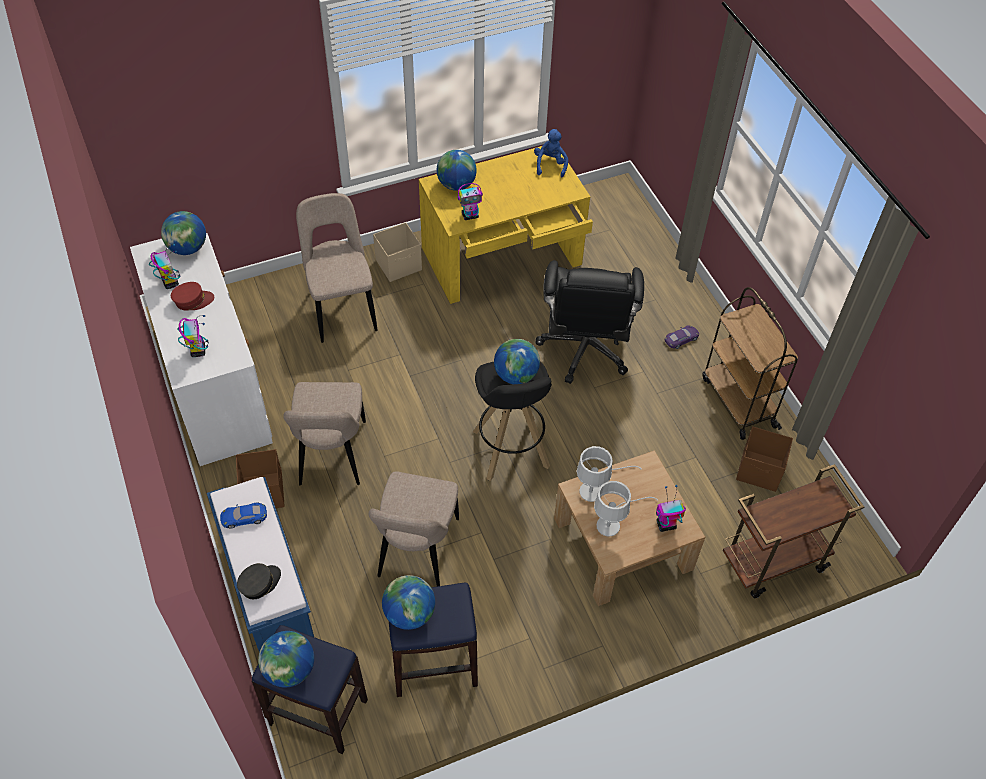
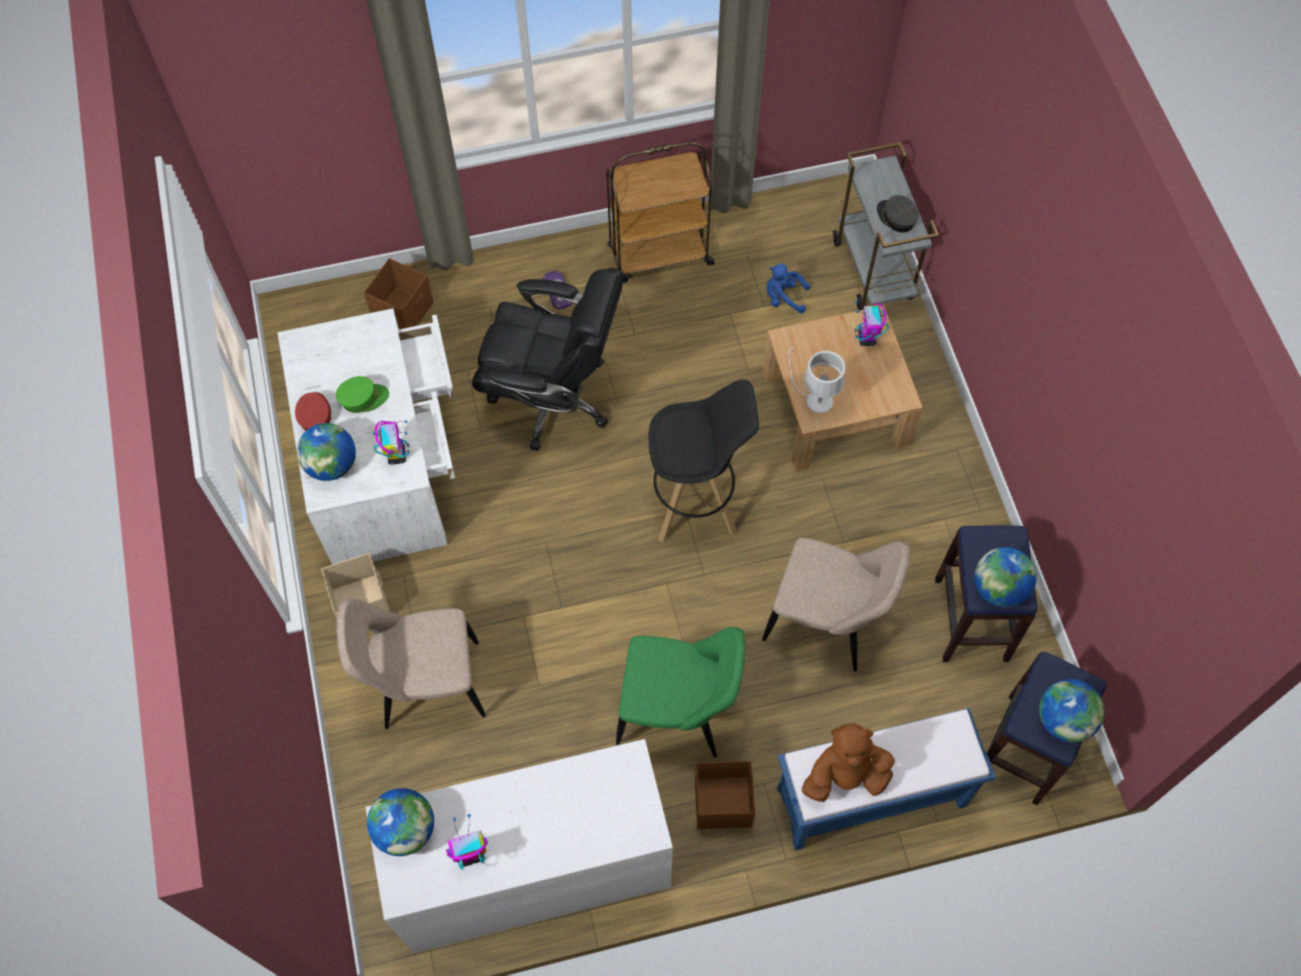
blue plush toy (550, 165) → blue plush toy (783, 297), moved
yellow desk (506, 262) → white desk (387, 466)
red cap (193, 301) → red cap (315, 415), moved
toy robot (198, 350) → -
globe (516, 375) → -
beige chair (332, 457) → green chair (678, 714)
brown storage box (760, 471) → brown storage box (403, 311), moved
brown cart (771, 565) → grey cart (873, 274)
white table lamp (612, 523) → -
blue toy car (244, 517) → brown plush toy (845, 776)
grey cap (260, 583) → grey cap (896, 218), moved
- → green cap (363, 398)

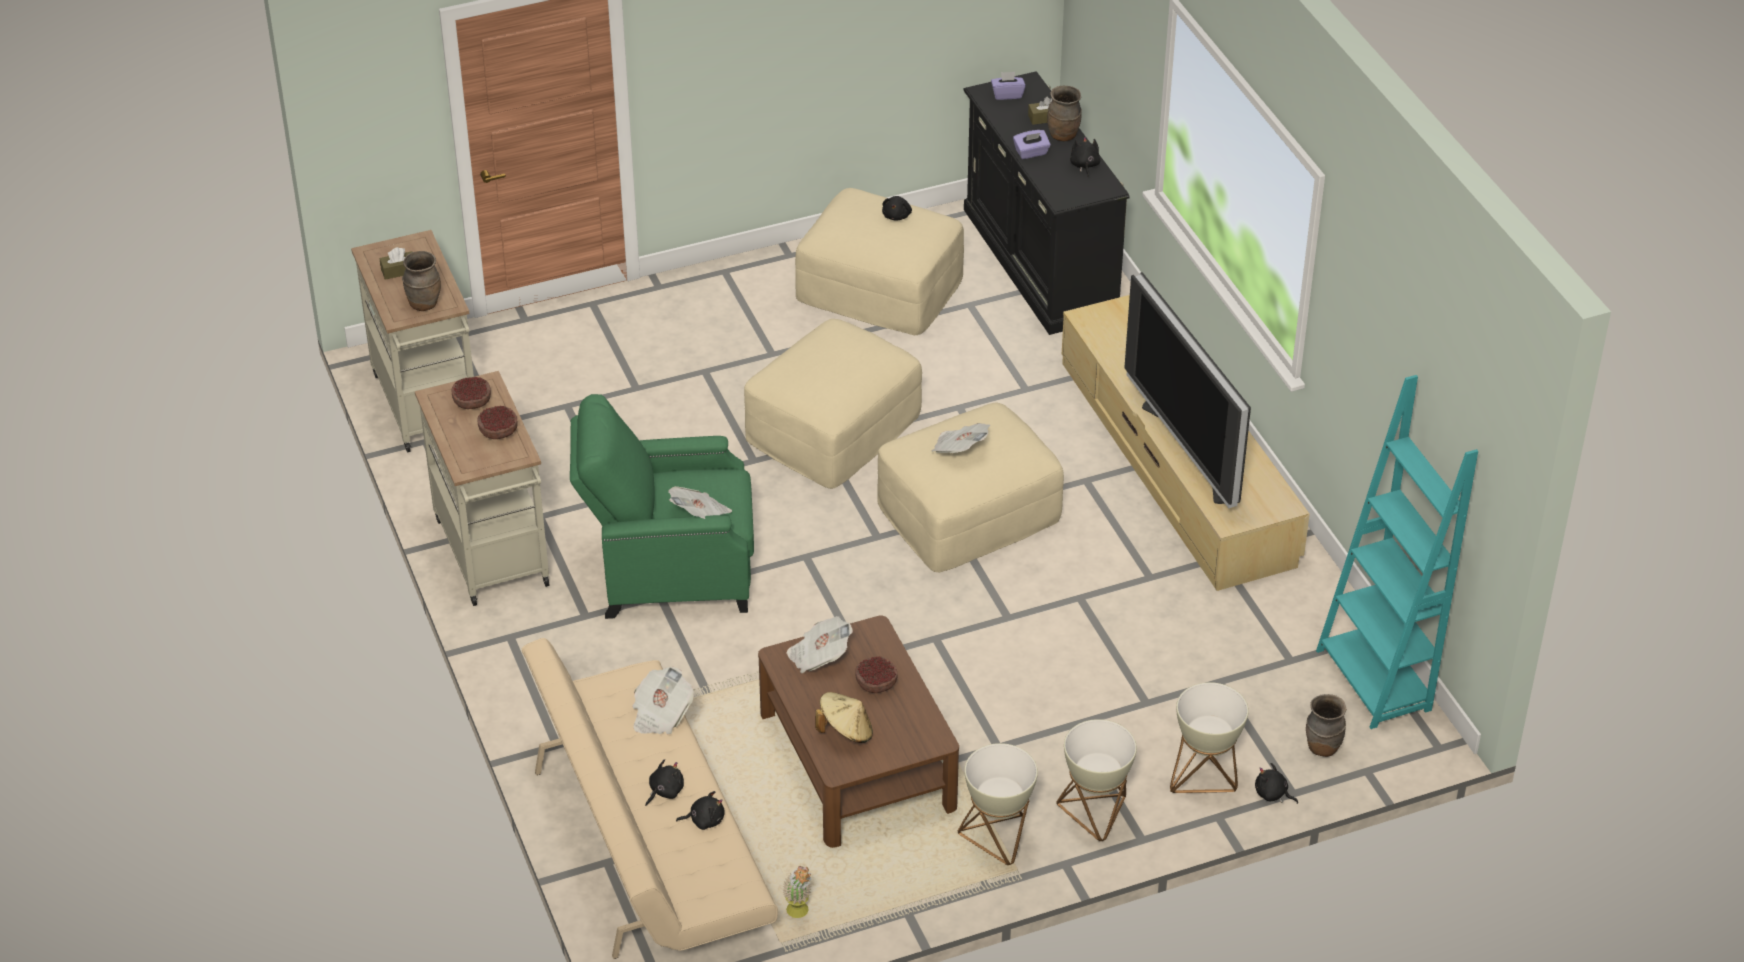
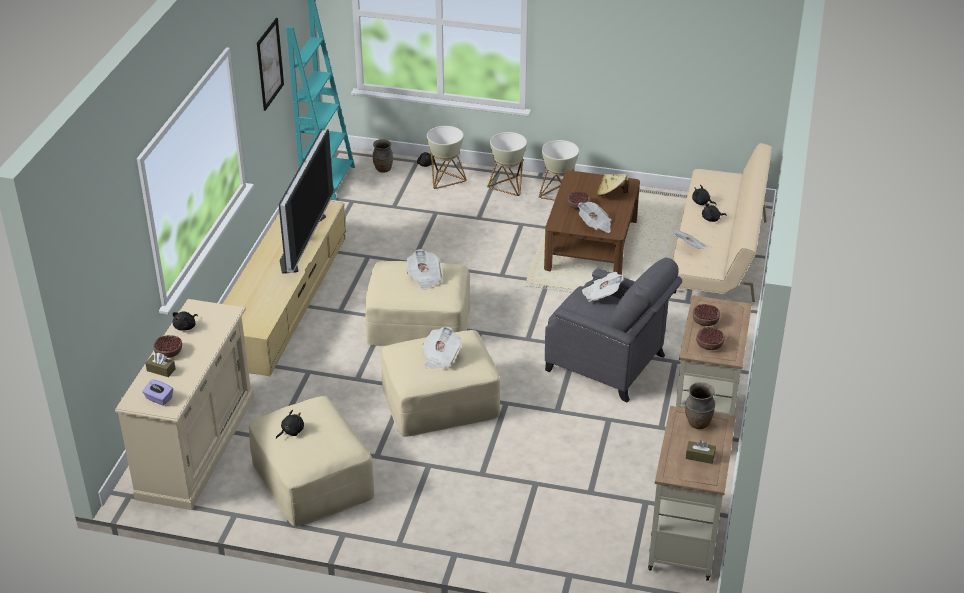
black cabinet (1040, 262) → beige cabinet (197, 445)
brown vase (1063, 136) → bowl (168, 352)
purple tissue box (1031, 153) → -
green armchair (669, 570) → grey armchair (609, 364)
potted plant (799, 914) → -
- → picture (269, 64)
- → newspaper (440, 357)

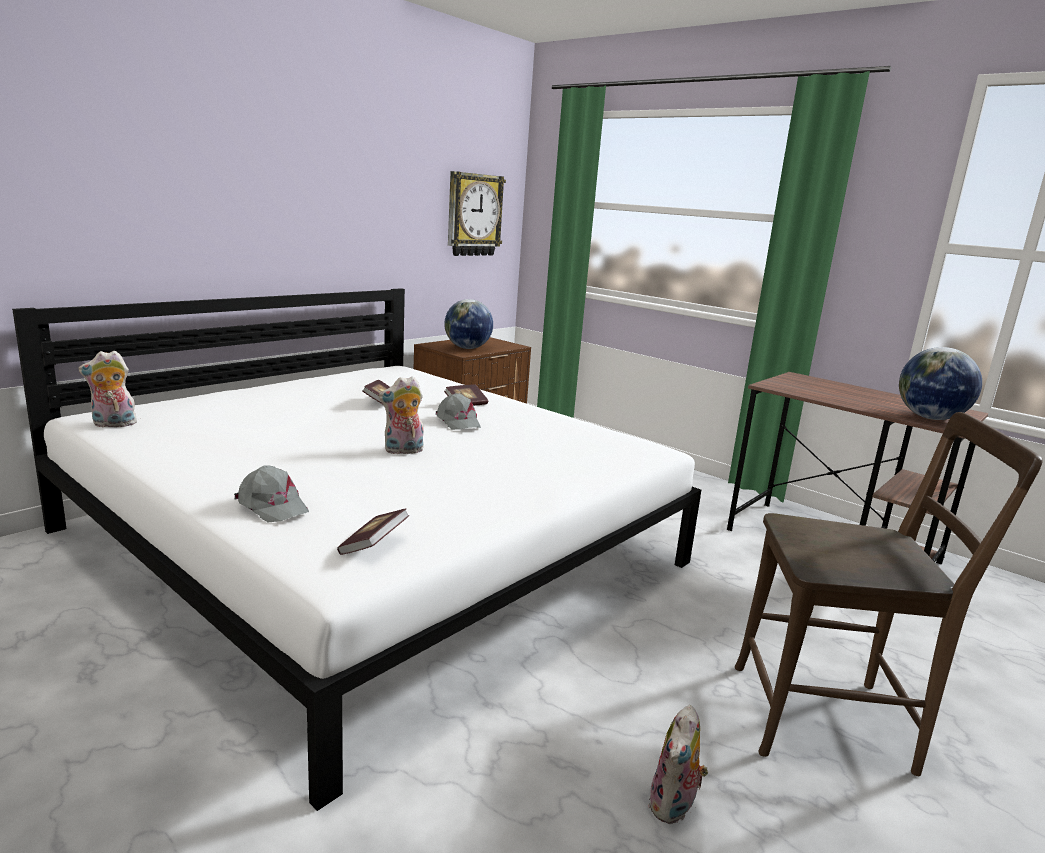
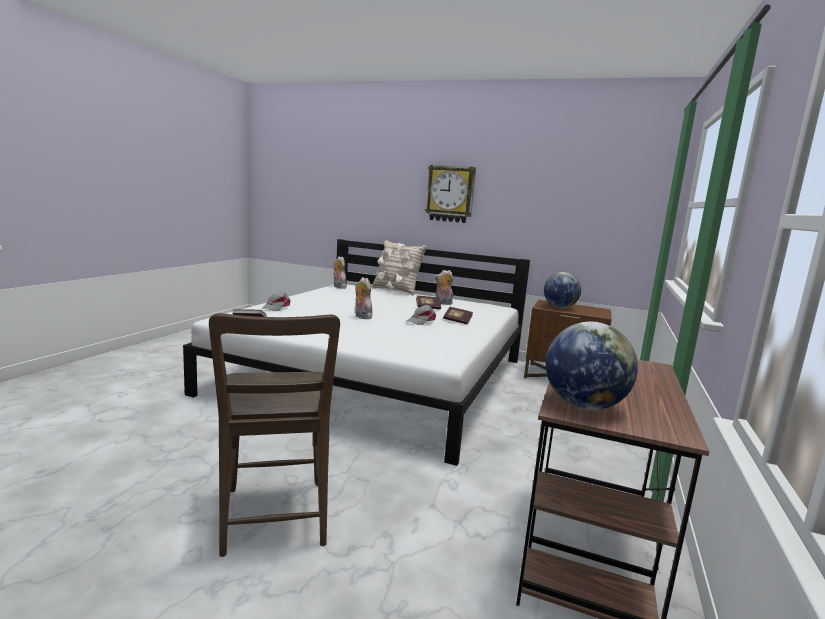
wall clock (473, 215) → wall clock (450, 194), moved
plush toy (674, 806) → plush toy (443, 303), moved
- → beige pillow (396, 290)

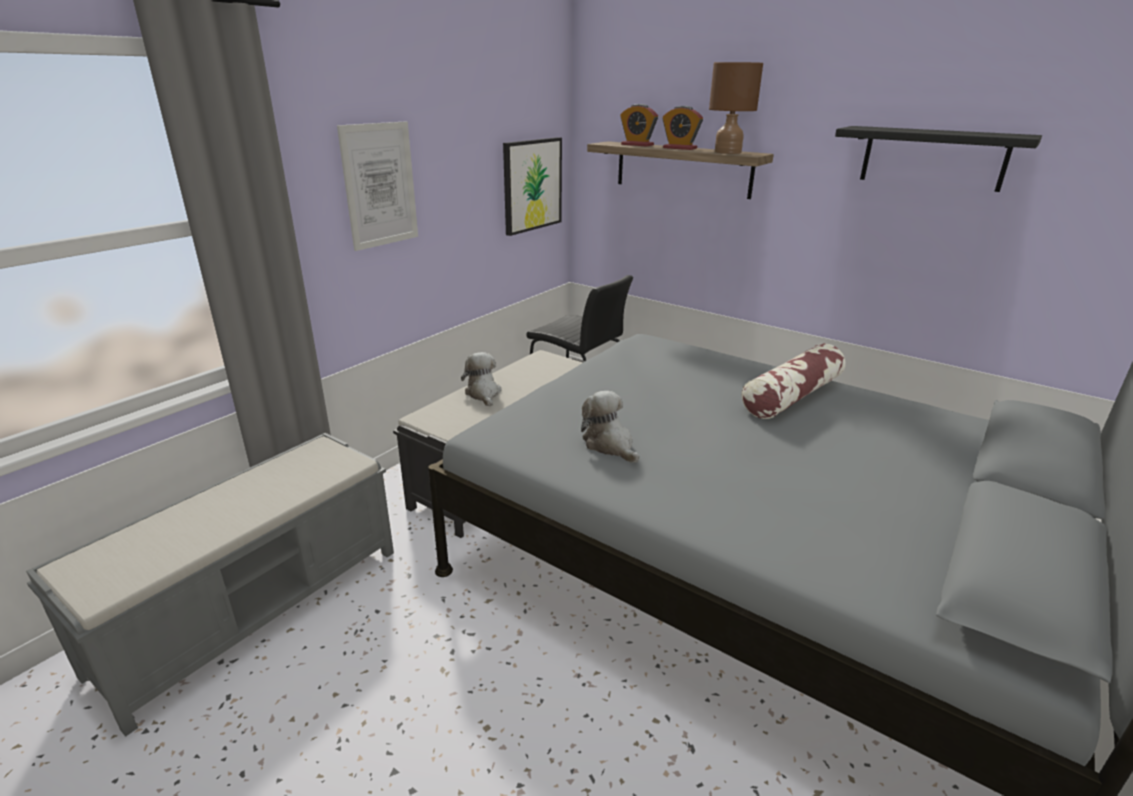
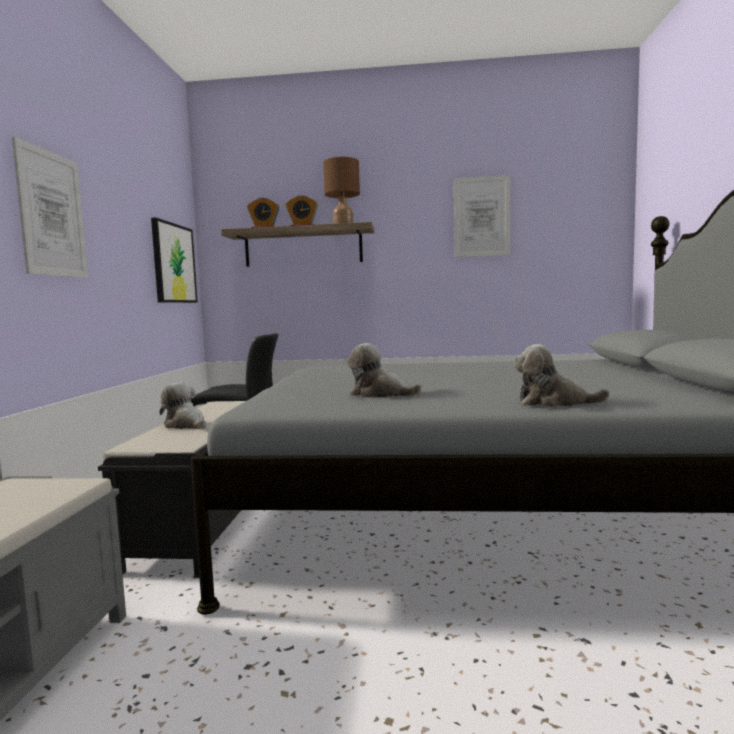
black shelf (933, 158) → picture (481, 217)
pillow (792, 396) → -
- → plush toy (553, 402)

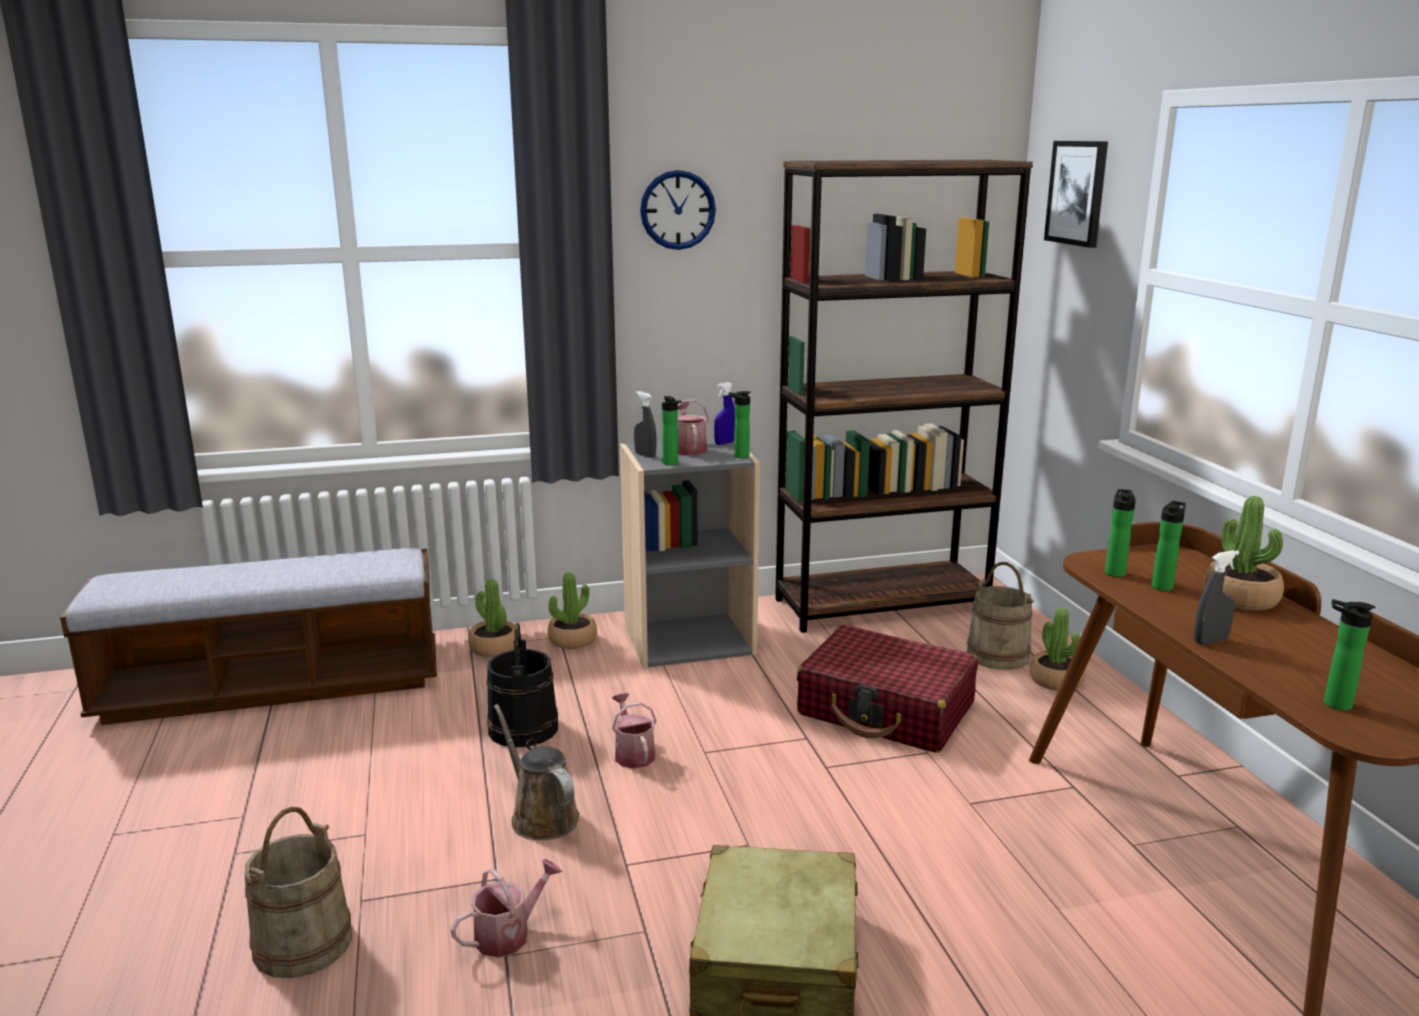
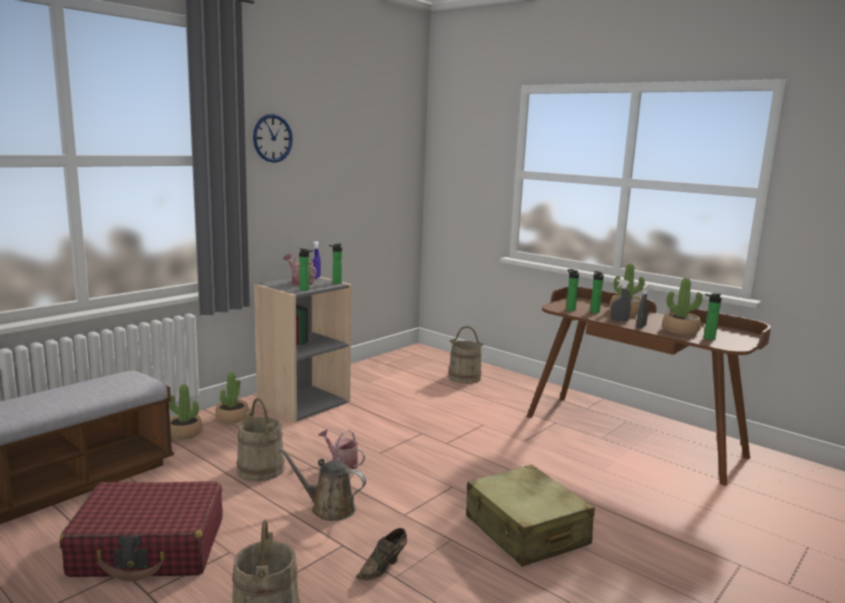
picture (1077, 193) → -
brown bookcase (882, 605) → -
grey spray bottle (645, 455) → grey spray bottle (619, 321), moved
potted plant (1056, 681) → potted plant (680, 330), moved
black bucket (522, 728) → beige bucket (260, 469)
red suitcase (886, 710) → red suitcase (150, 547), moved
watering can (509, 934) → brown shoe (384, 567)

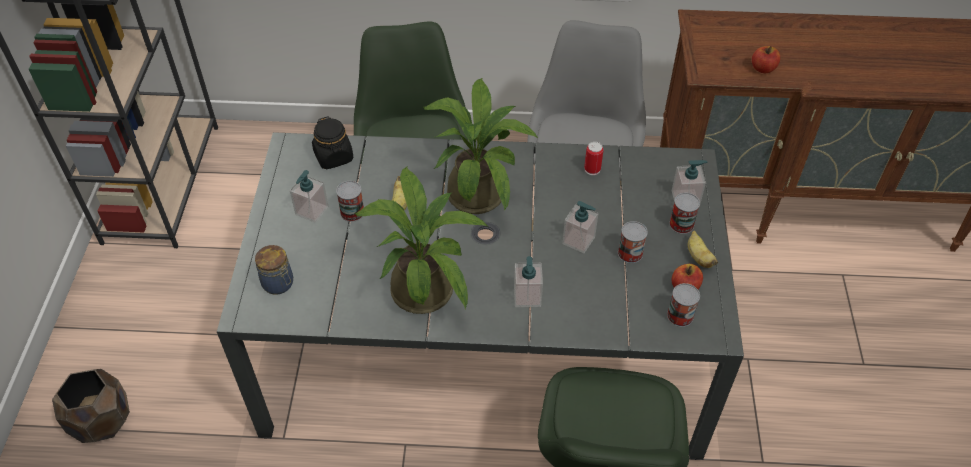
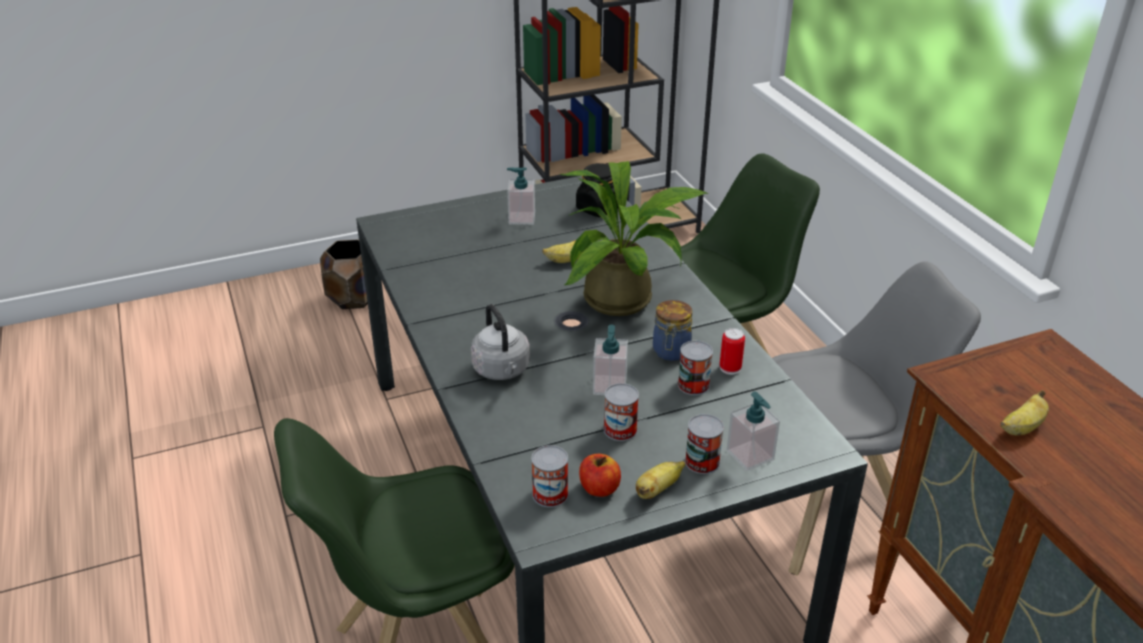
apple (763, 68) → banana (1021, 428)
potted plant (423, 285) → -
can (352, 212) → can (693, 385), moved
jar (279, 284) → jar (671, 352), moved
soap dispenser (527, 296) → grey kettle (502, 370)

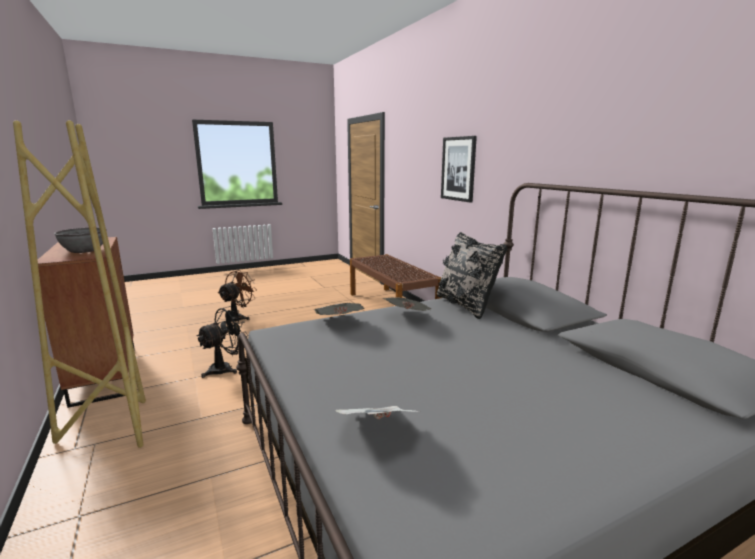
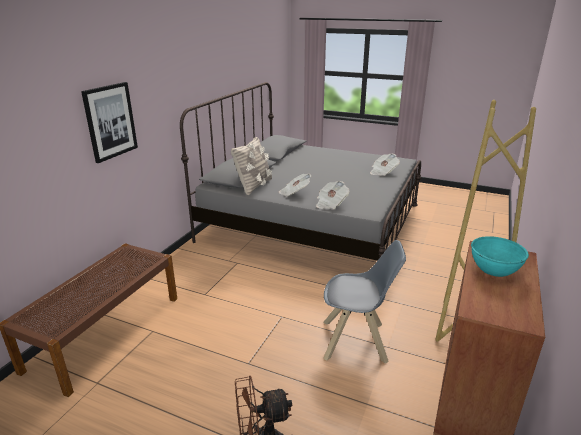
grey bowl (84, 250) → turquoise bowl (494, 269)
black pillow (465, 306) → beige pillow (254, 186)
black fan (225, 368) → grey chair (356, 341)

